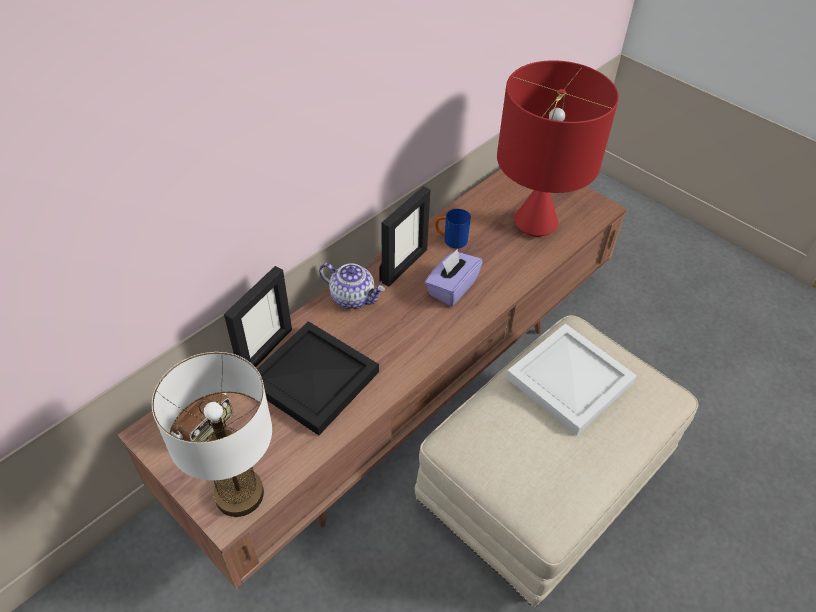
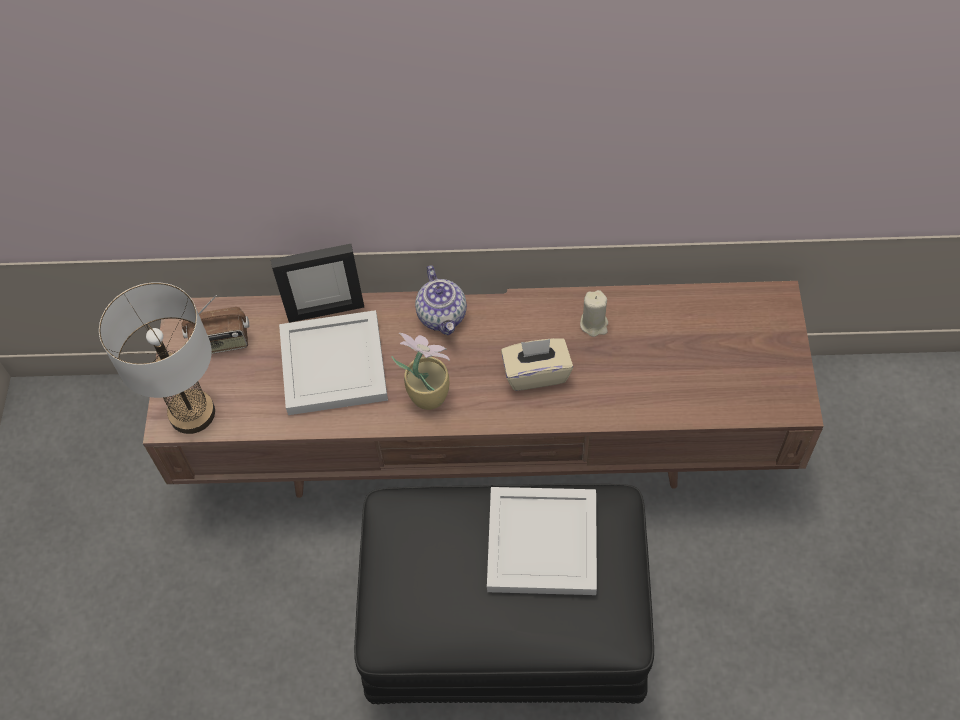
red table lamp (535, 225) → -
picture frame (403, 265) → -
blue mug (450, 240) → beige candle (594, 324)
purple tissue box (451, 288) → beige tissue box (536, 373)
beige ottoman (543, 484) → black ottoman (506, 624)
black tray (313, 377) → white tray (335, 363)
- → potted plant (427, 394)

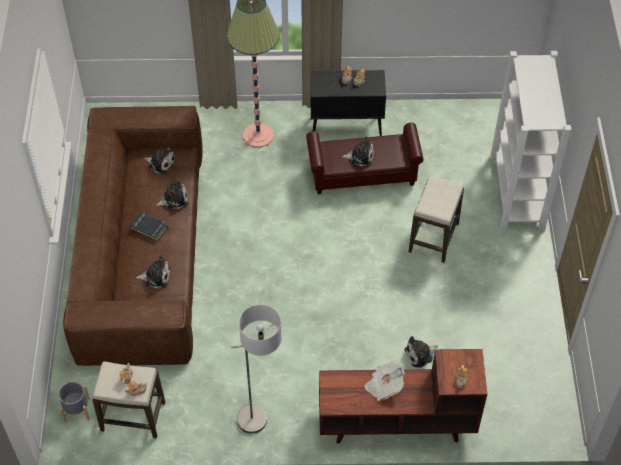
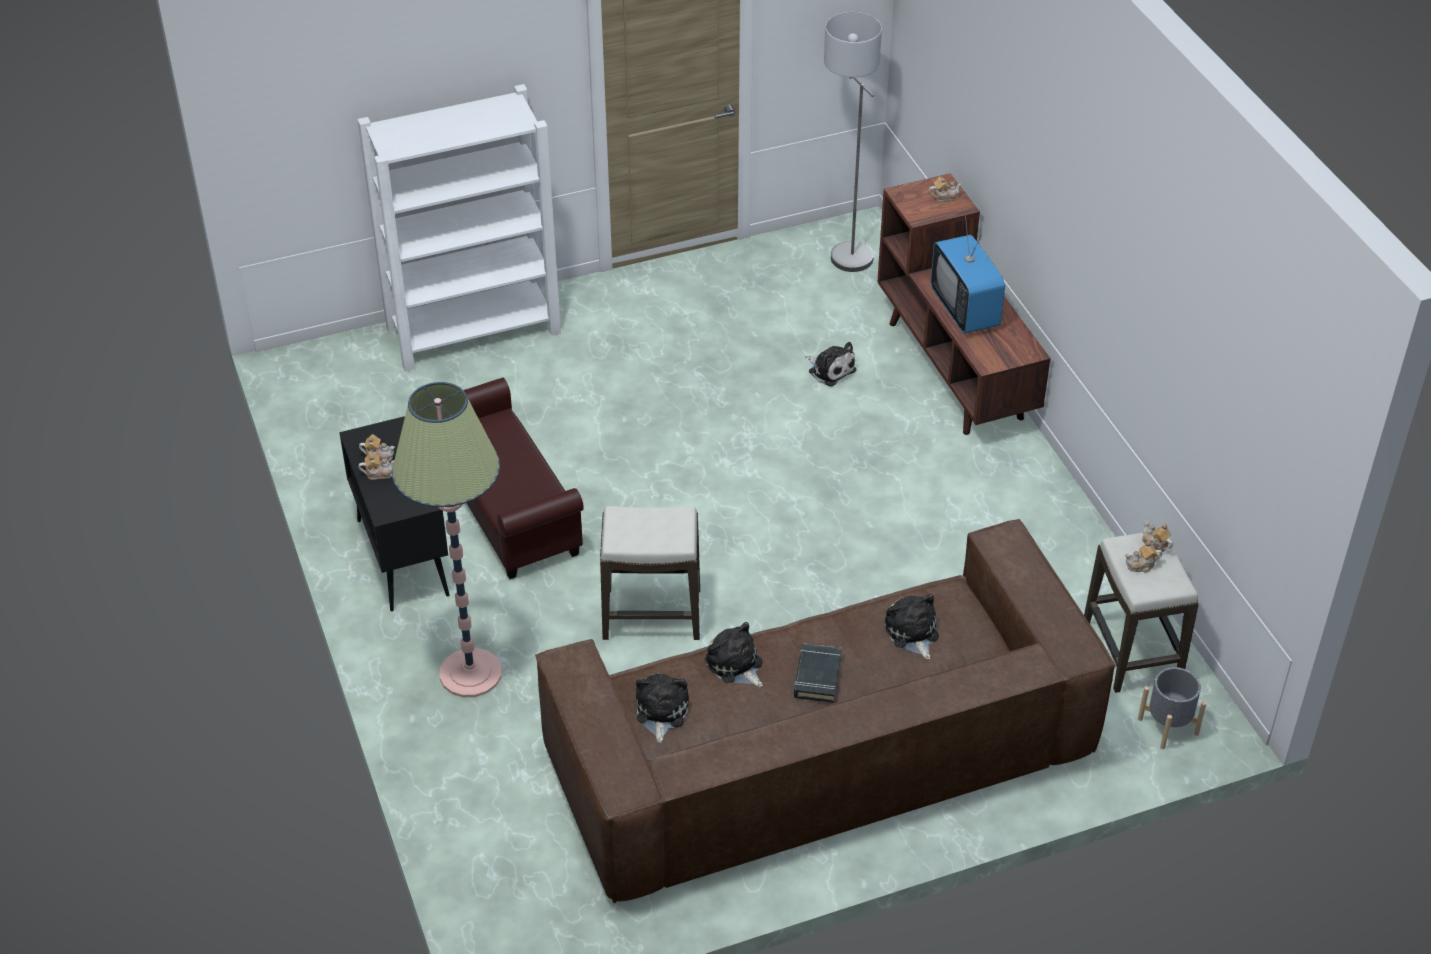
plush toy (360, 156) → -
stool (433, 238) → stool (652, 614), moved
grey floor lamp (261, 418) → grey floor lamp (845, 251), moved
newspaper (384, 386) → television (965, 309)

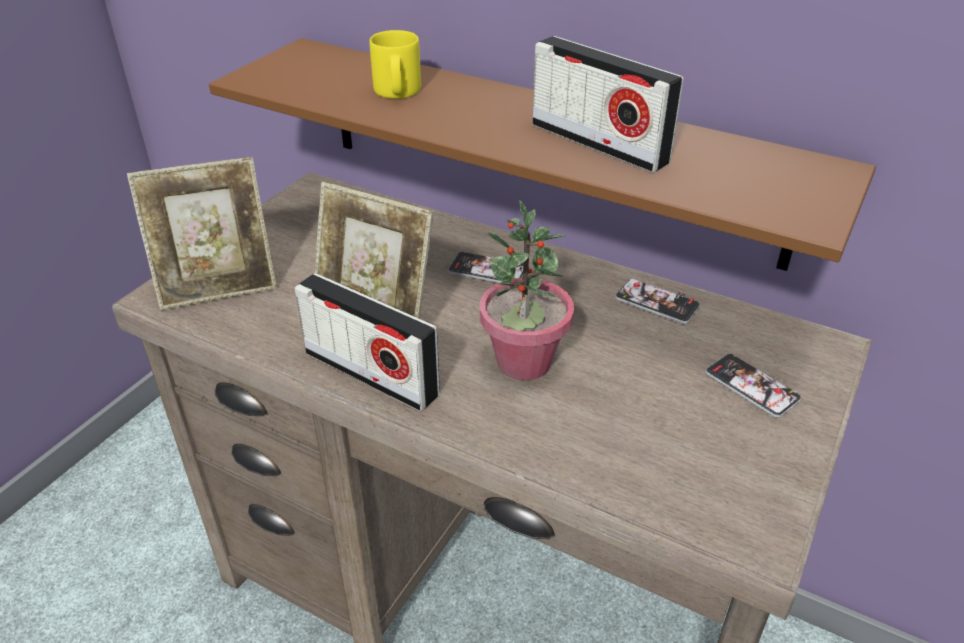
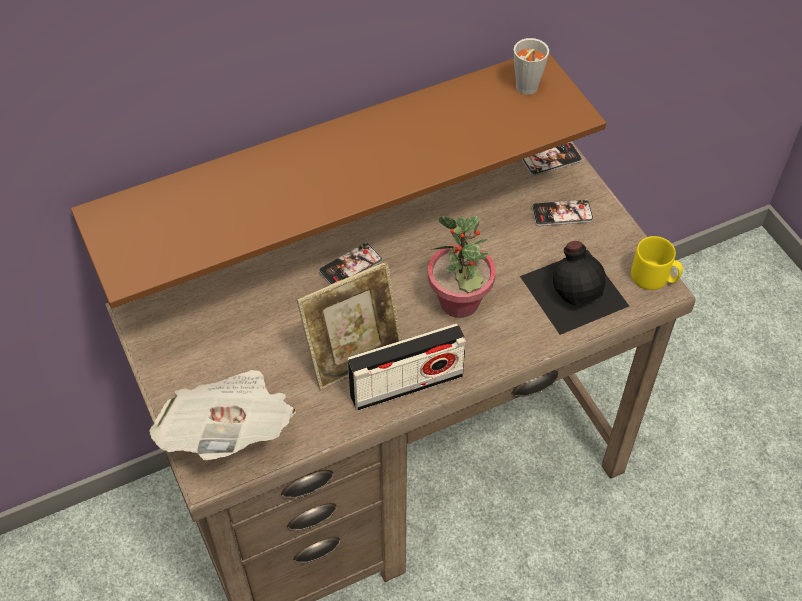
yellow mug (397, 92) → yellow mug (654, 278), moved
radio (598, 143) → -
picture frame (219, 287) → newspaper (230, 431)
phone (657, 302) → phone (551, 160), moved
- → grey cup (524, 90)
- → black bottle (574, 289)

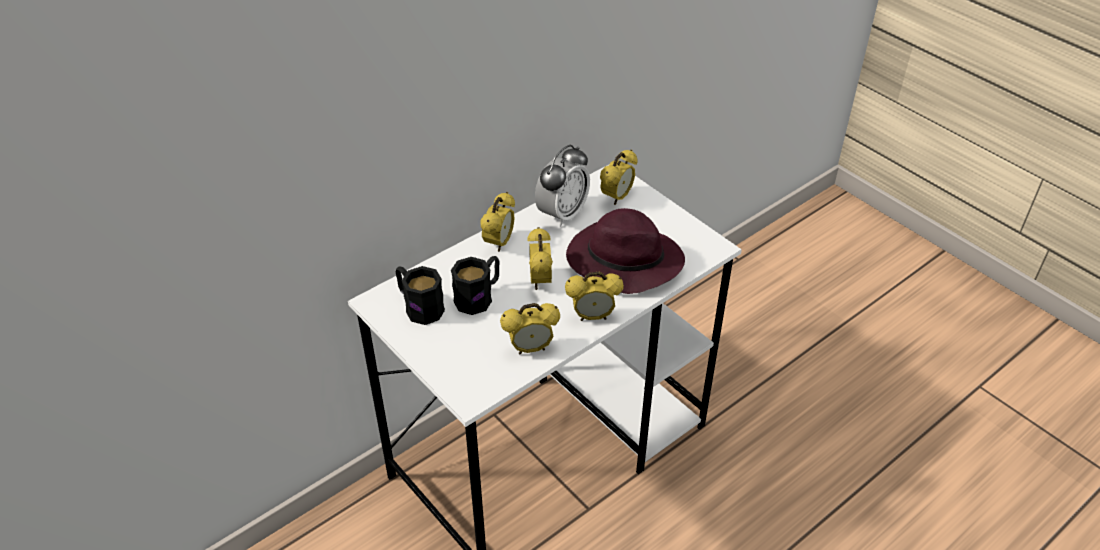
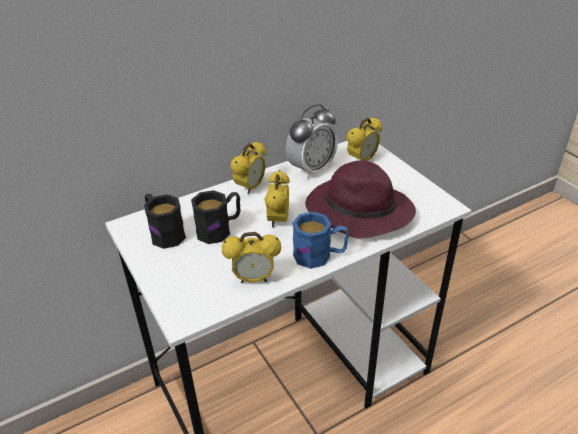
alarm clock (592, 316) → blue mug (320, 256)

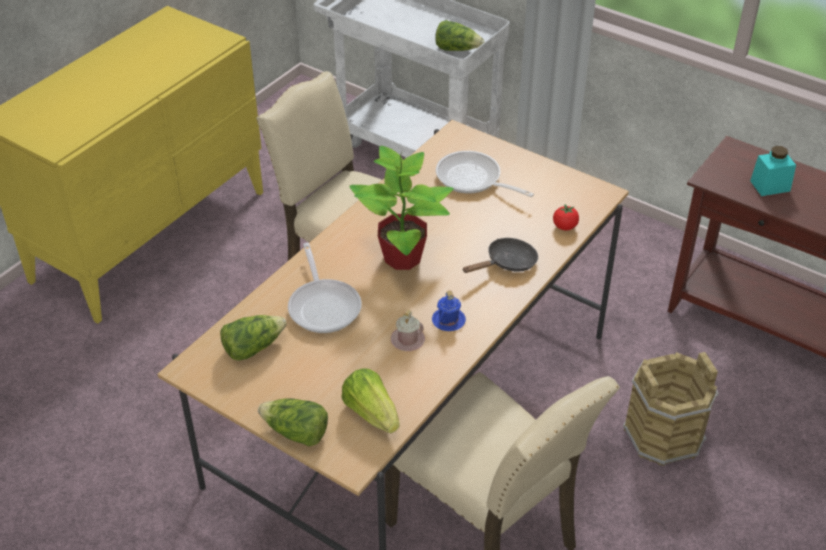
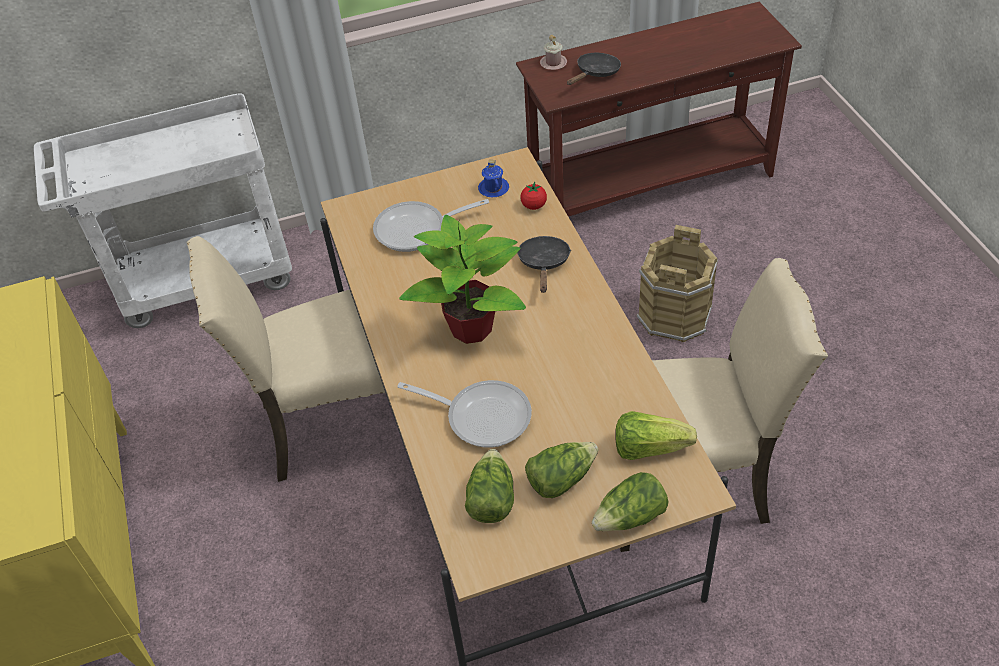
lettuce (457, 49) → lettuce (560, 478), moved
turquoise jar (770, 186) → black frying pan (595, 73)
blue mug (448, 320) → blue mug (493, 188), moved
pink mug (407, 340) → pink mug (553, 63), moved

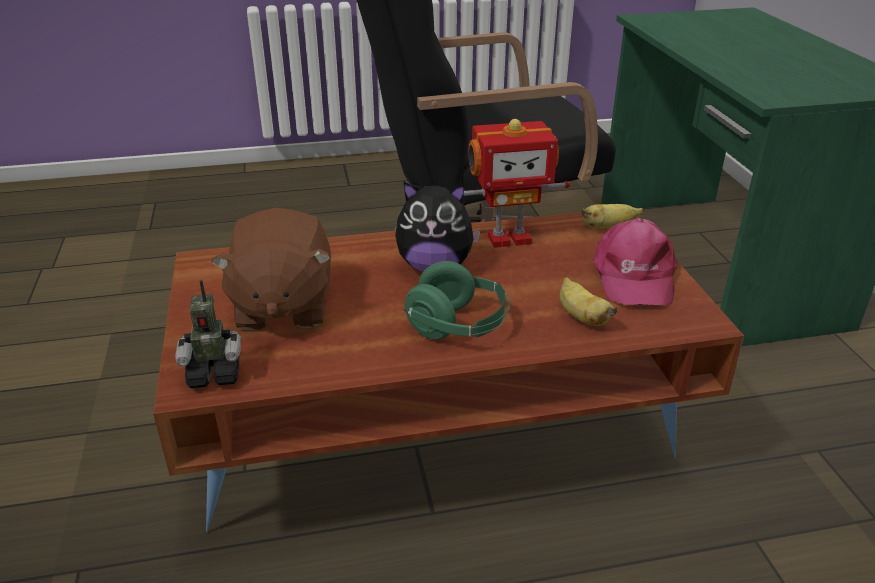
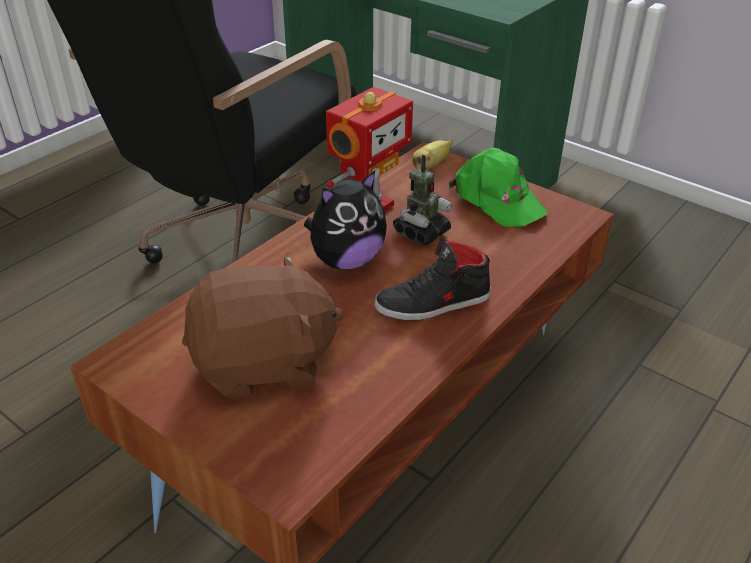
brown plush toy (282, 306) → brown plush toy (264, 363), 60 degrees counterclockwise
pink cap (633, 276) → green cap (497, 199)
green headphones (458, 327) → black shoe (433, 303)
banana (581, 317) → -
toy robot (215, 373) → toy robot (421, 233), moved

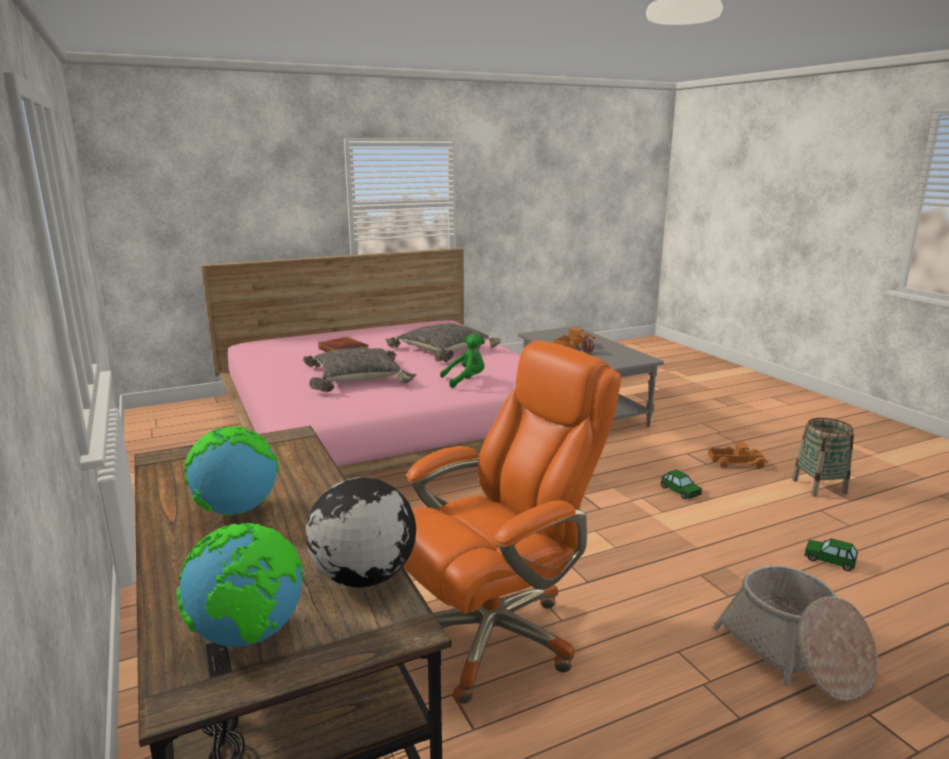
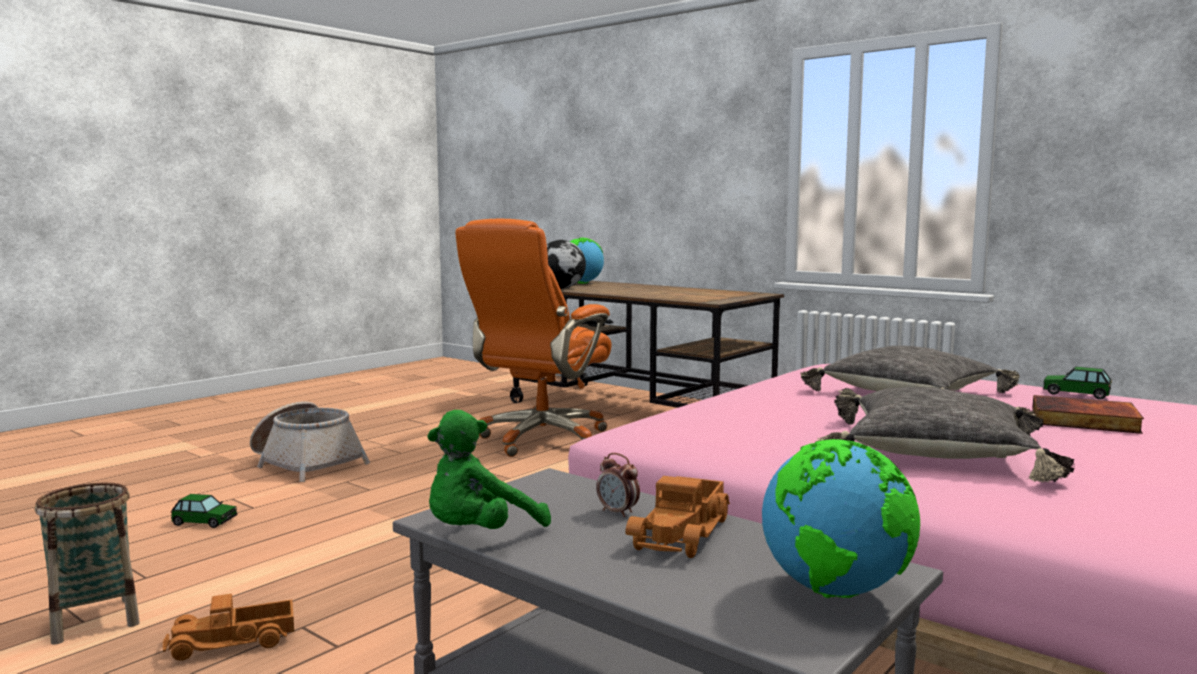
green plush toy (466, 380) → green plush toy (479, 534), moved
globe (236, 510) → globe (836, 592), moved
toy car (680, 491) → toy car (1076, 394), moved

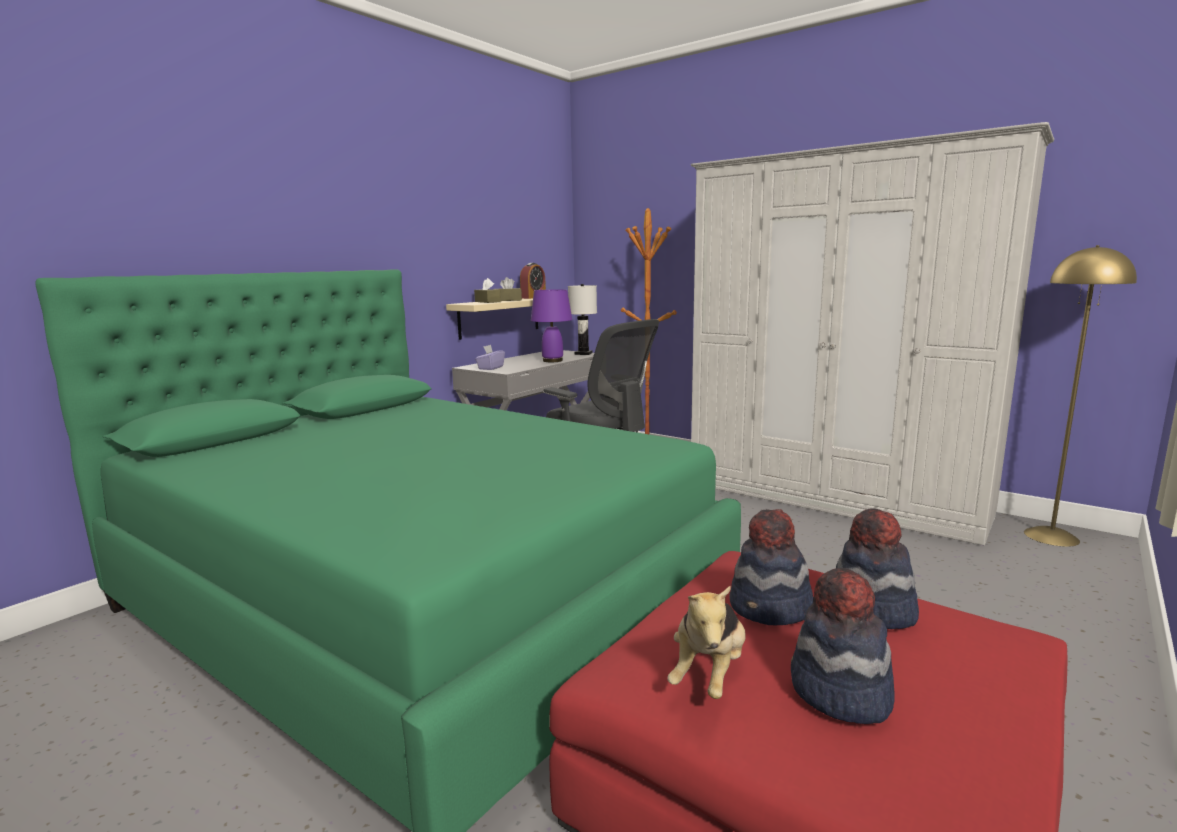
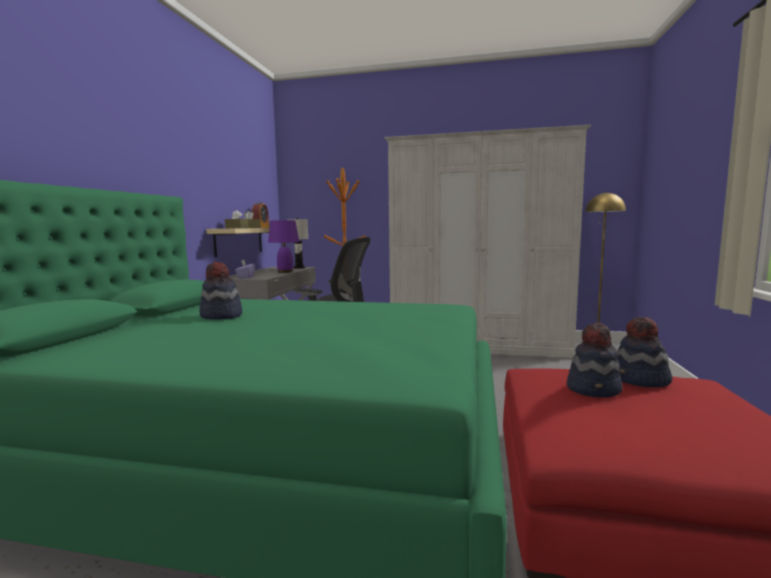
hat (839, 693) → hat (221, 316), moved
plush toy (709, 674) → -

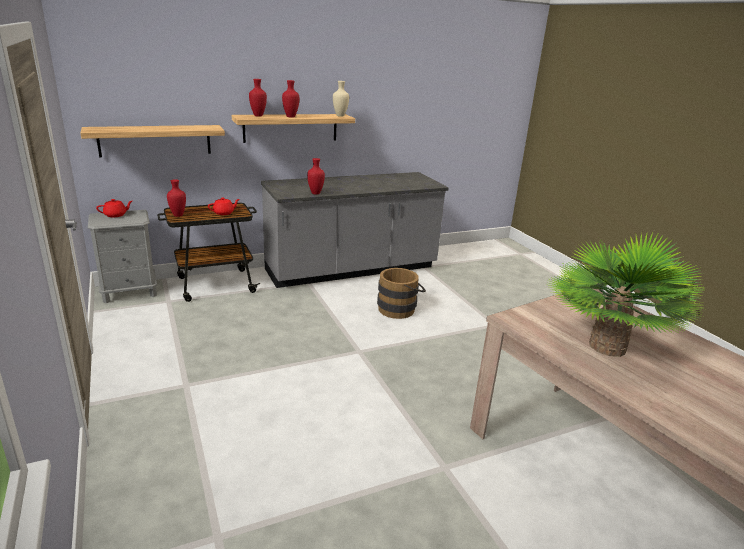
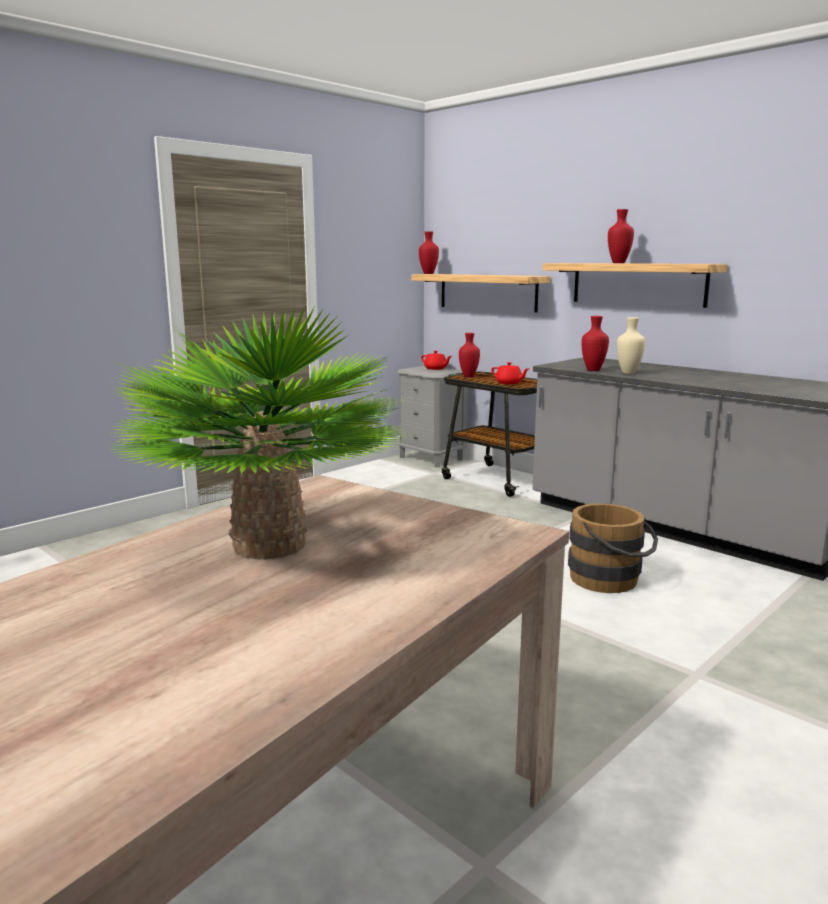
red vase (257, 115) → red vase (428, 274), moved
beige vase (340, 116) → beige vase (628, 373), moved

